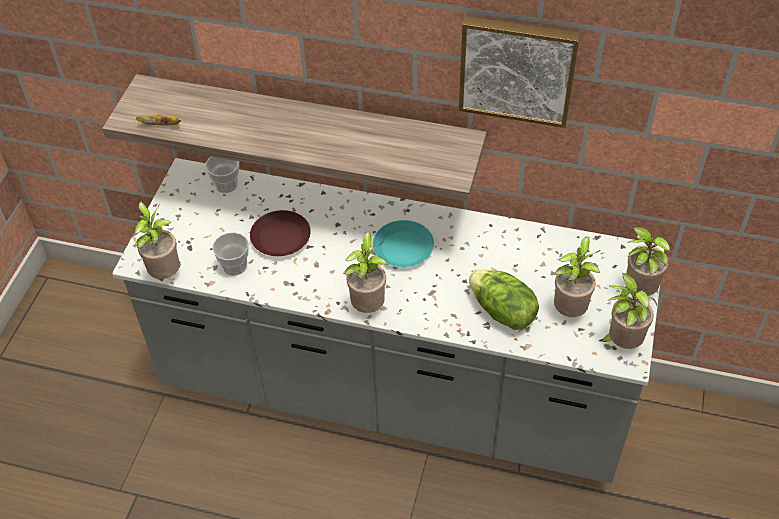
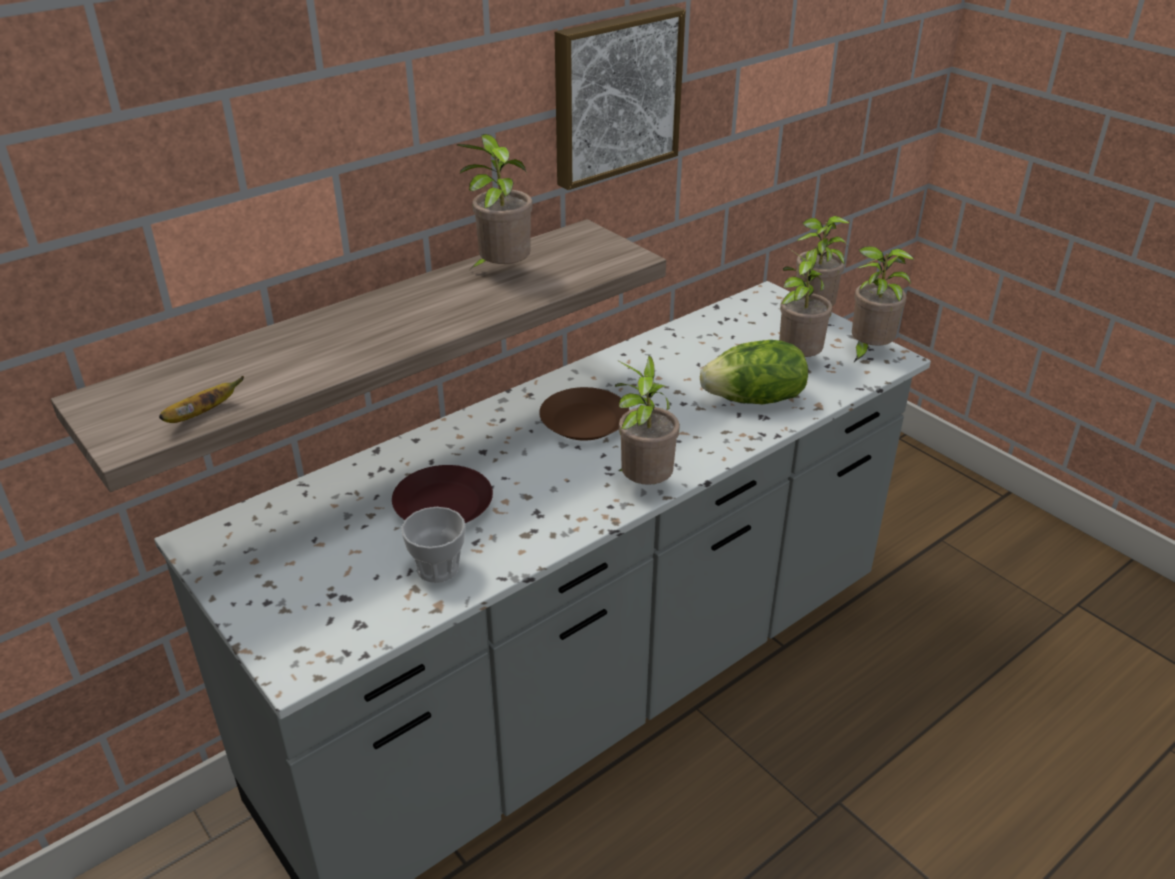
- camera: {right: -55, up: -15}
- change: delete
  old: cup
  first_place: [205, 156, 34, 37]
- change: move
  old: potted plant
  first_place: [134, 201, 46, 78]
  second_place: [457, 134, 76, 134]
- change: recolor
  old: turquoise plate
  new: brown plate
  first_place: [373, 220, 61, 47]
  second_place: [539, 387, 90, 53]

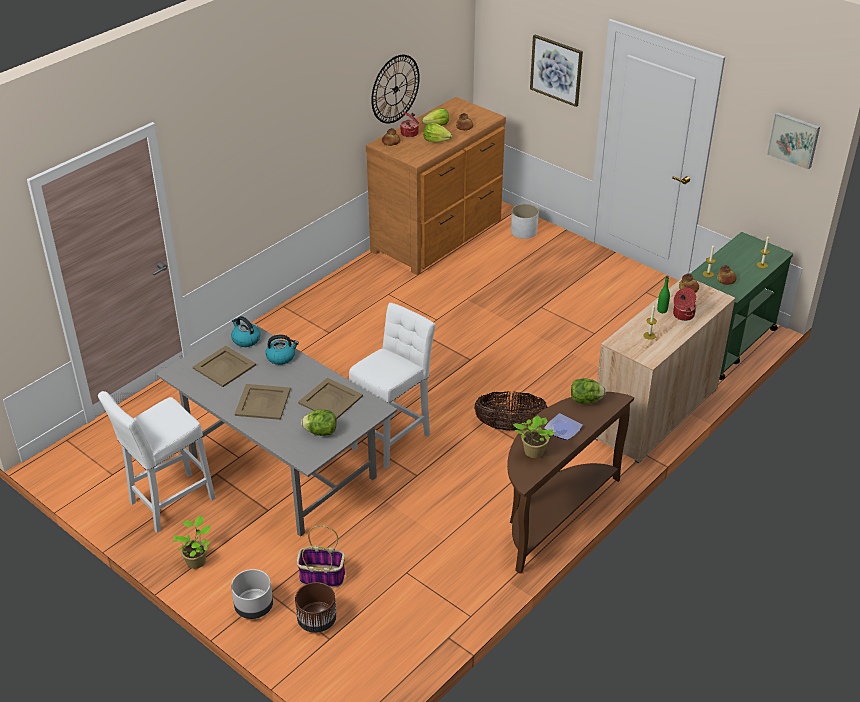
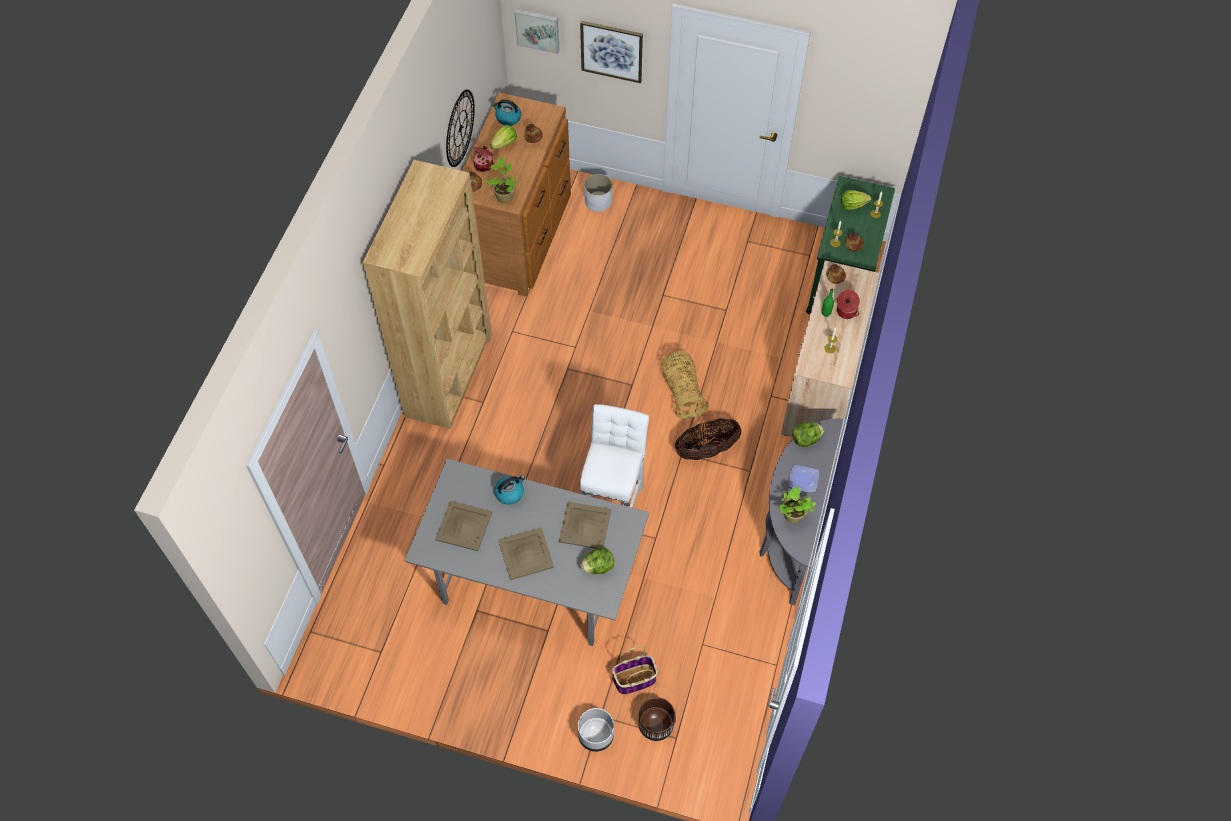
- camera: {right: -25, up: 20}
- change: delete
  old: white stool
  first_place: [98, 391, 118, 142]
- change: insert
  new: brown bookcase
  second_place: [362, 160, 130, 269]
- change: insert
  new: basket
  second_place: [661, 351, 48, 68]
- change: move
  old: potted plant
  first_place: [172, 515, 38, 54]
  second_place: [486, 157, 32, 47]
- change: move
  old: kettle
  first_place: [231, 316, 29, 31]
  second_place: [492, 99, 29, 27]
- change: move
  old: lettuce
  first_place: [424, 123, 28, 20]
  second_place: [841, 190, 30, 20]
- change: move
  old: picture
  first_place: [767, 112, 53, 58]
  second_place: [514, 9, 46, 45]
- change: recolor
  old: brown console table
  new: grey console table
  first_place: [507, 392, 127, 182]
  second_place: [759, 419, 84, 186]

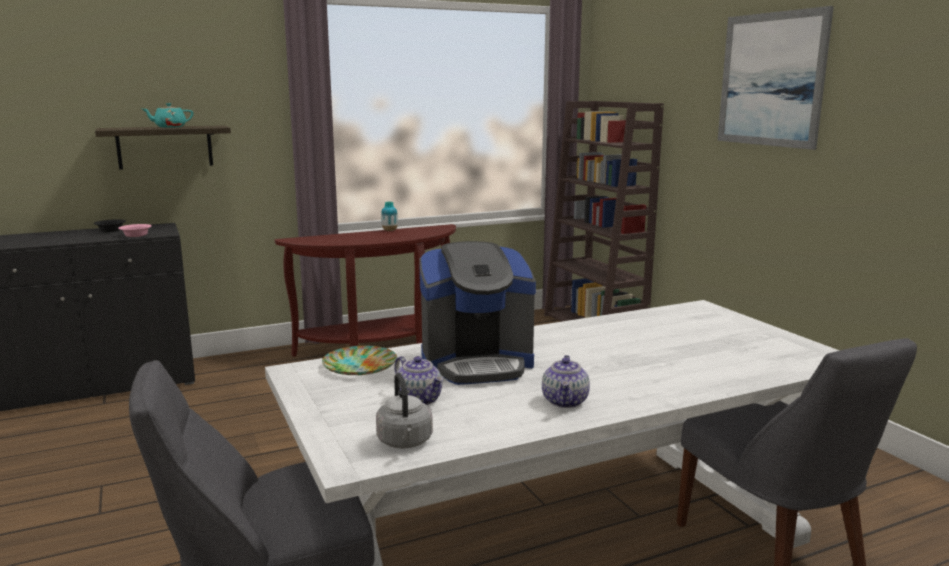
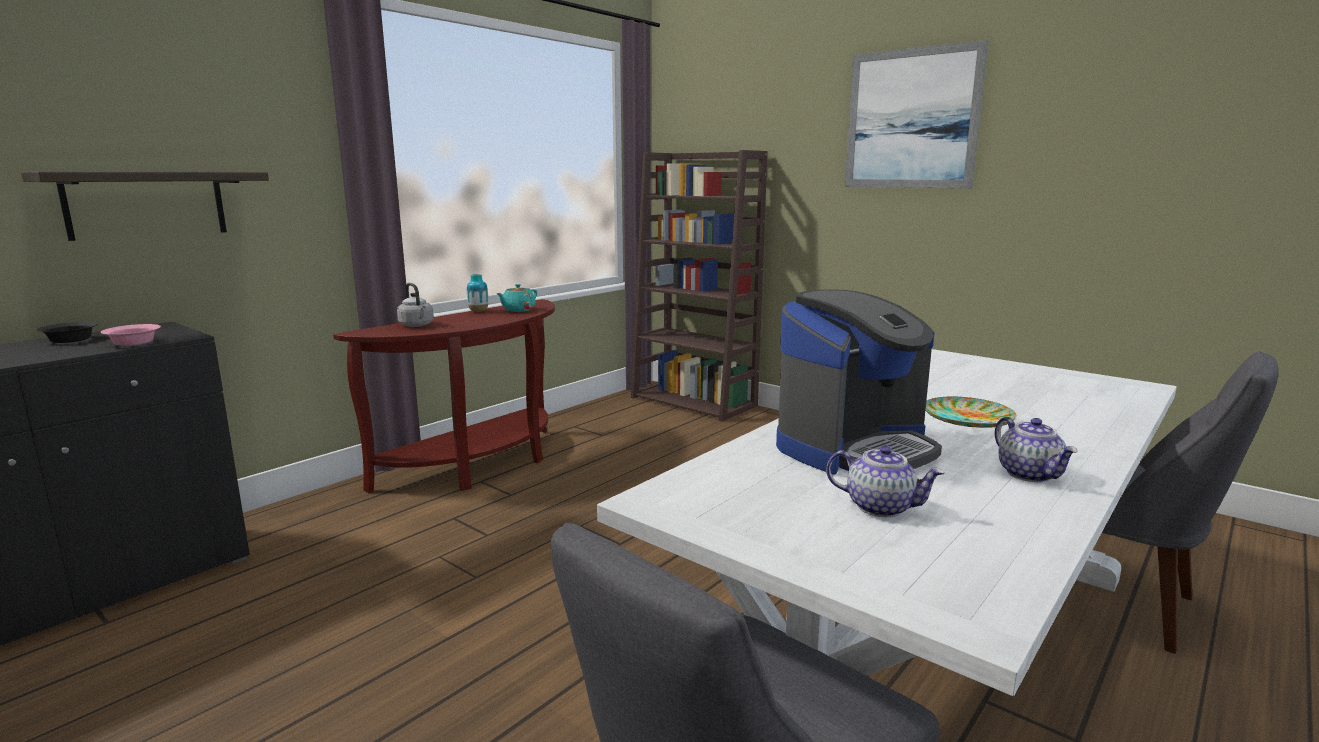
- camera: {right: -25, up: 0}
- change: move
  old: turquoise teapot
  first_place: [142, 103, 51, 25]
  second_place: [496, 284, 41, 28]
- change: move
  old: plate
  first_place: [322, 345, 75, 30]
  second_place: [925, 397, 91, 31]
- change: move
  old: grey kettle
  first_place: [376, 373, 57, 75]
  second_place: [397, 283, 37, 44]

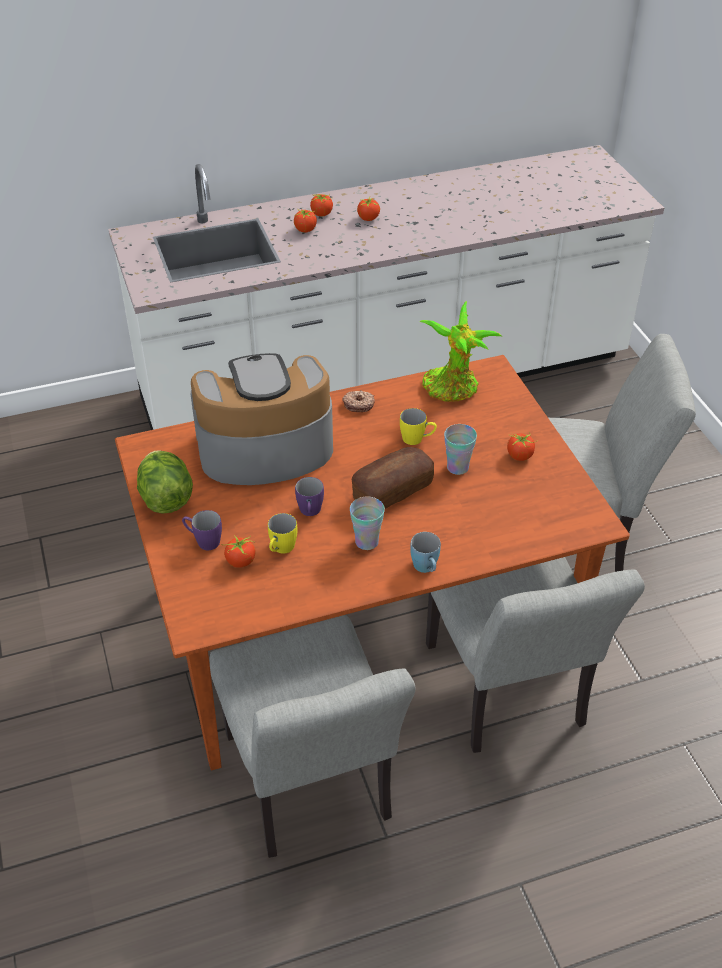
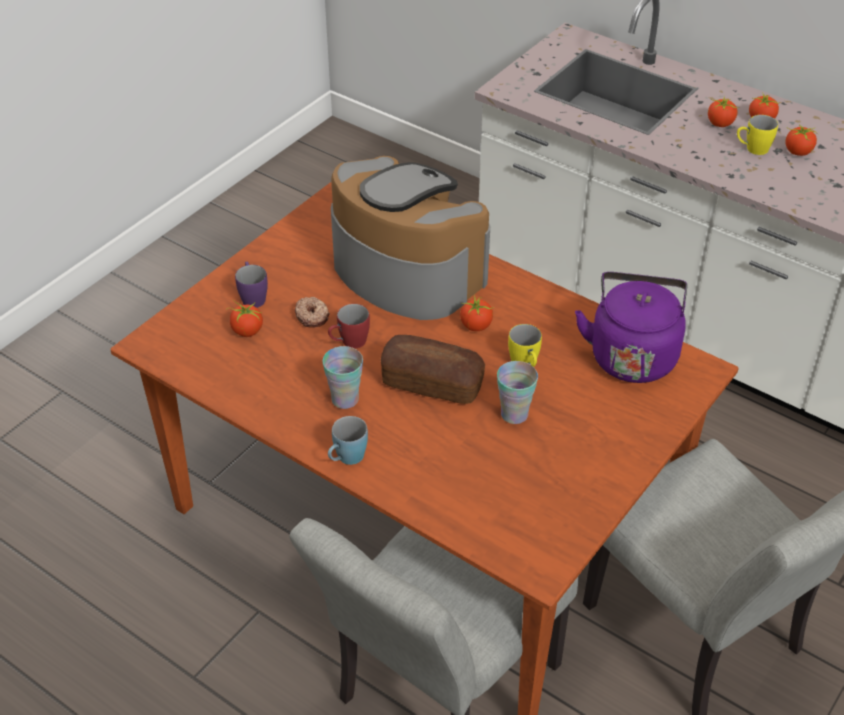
- camera: {right: 55, up: 0}
- change: delete
  old: lettuce
  first_place: [137, 450, 56, 63]
- change: delete
  old: grey chair
  first_place: [209, 615, 206, 243]
- change: move
  old: yellow mug
  first_place: [268, 513, 29, 41]
  second_place: [737, 115, 41, 40]
- change: move
  old: donut
  first_place: [342, 390, 33, 22]
  second_place: [295, 297, 35, 31]
- change: move
  old: tomato
  first_place: [507, 434, 31, 27]
  second_place: [460, 294, 34, 37]
- change: replace
  old: potted plant
  new: purple kettle
  first_place: [419, 301, 83, 101]
  second_place: [575, 272, 112, 111]
- change: recolor
  old: purple mug
  new: red mug
  first_place: [295, 477, 29, 39]
  second_place: [328, 304, 42, 44]

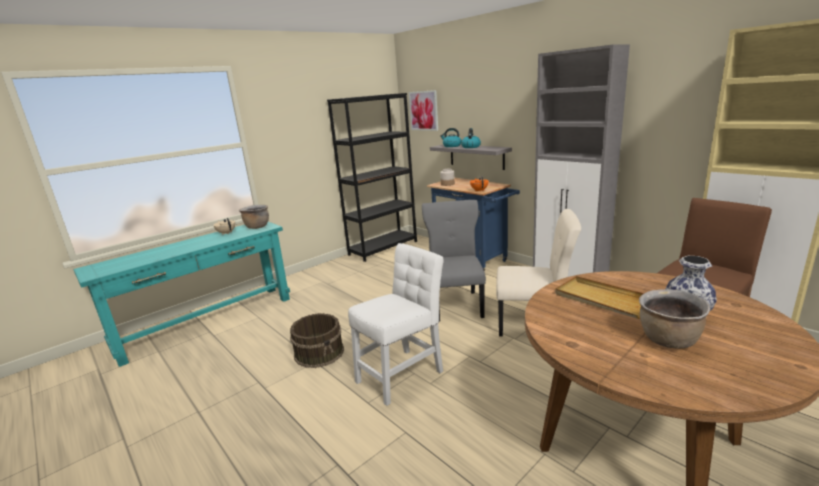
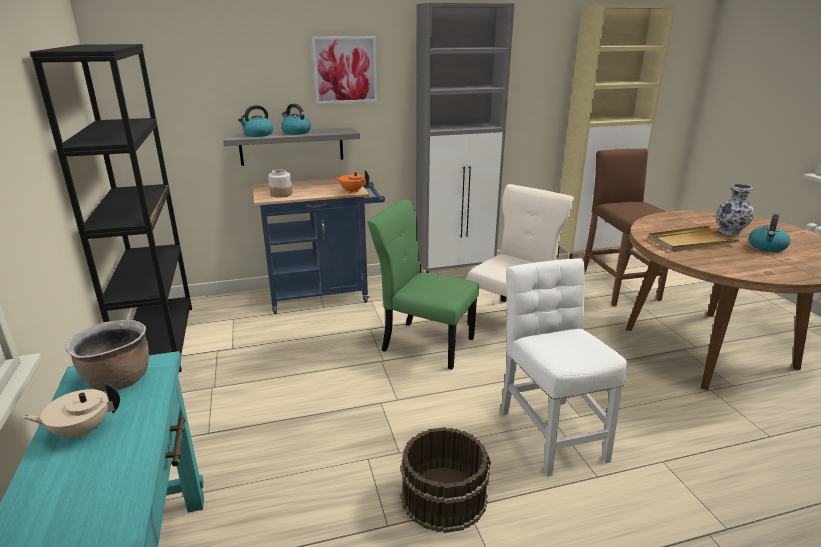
- camera: {right: -65, up: 5}
- change: move
  old: picture
  first_place: [409, 90, 29, 41]
  second_place: [312, 36, 66, 68]
- change: replace
  old: brown cooking pot
  new: kettle
  first_place: [639, 289, 71, 60]
  second_place: [749, 214, 41, 38]
- change: recolor
  old: grey chair
  new: green chair
  first_place: [422, 200, 64, 121]
  second_place: [368, 200, 111, 170]

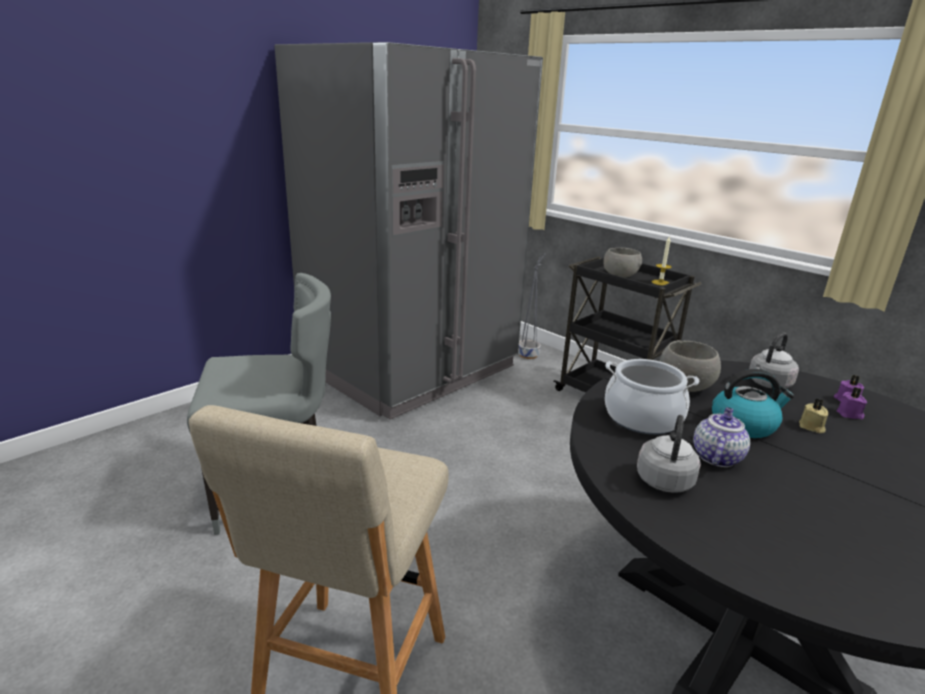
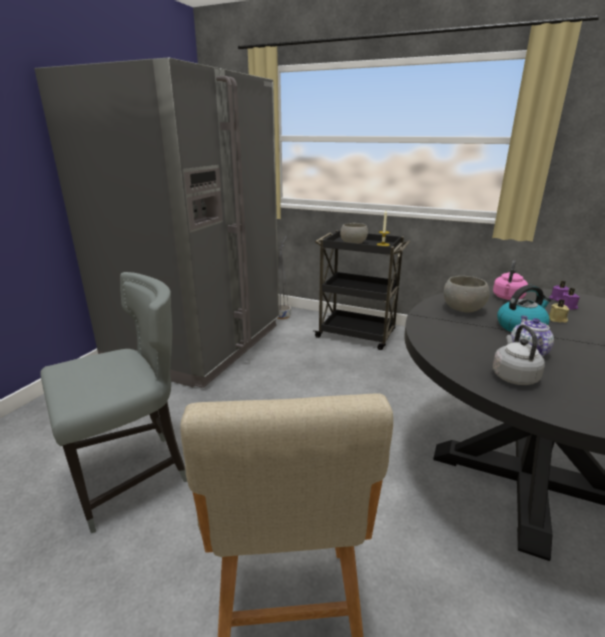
- camera: {right: -20, up: 0}
- change: delete
  old: cooking pot
  first_place: [605, 359, 94, 76]
- change: recolor
  old: grey kettle
  new: pink kettle
  first_place: [749, 333, 50, 56]
  second_place: [493, 260, 35, 40]

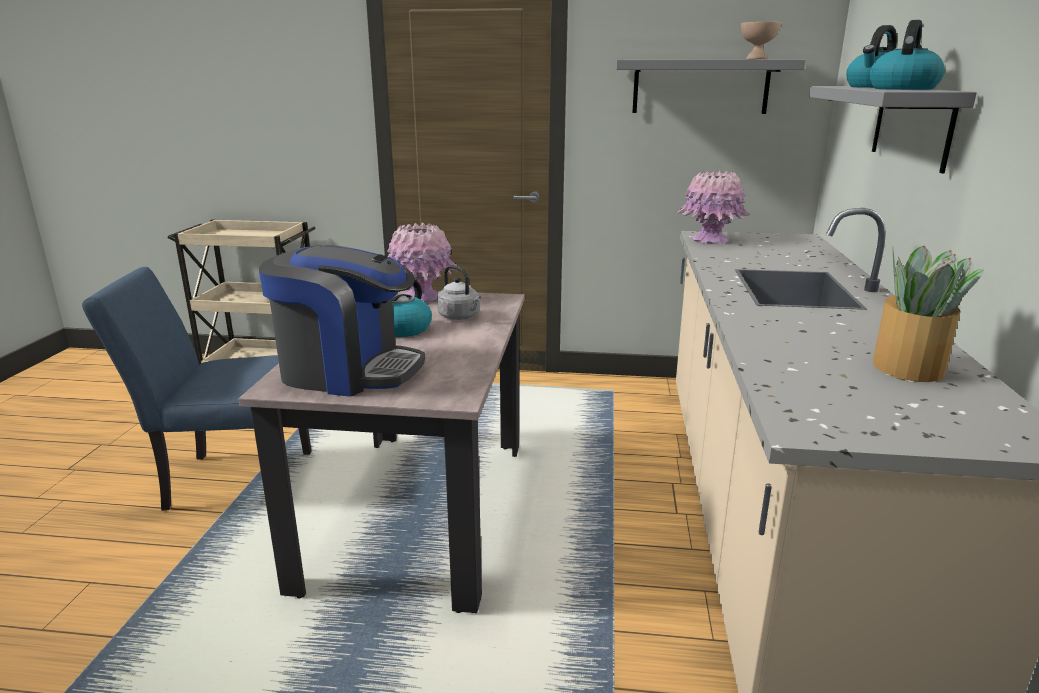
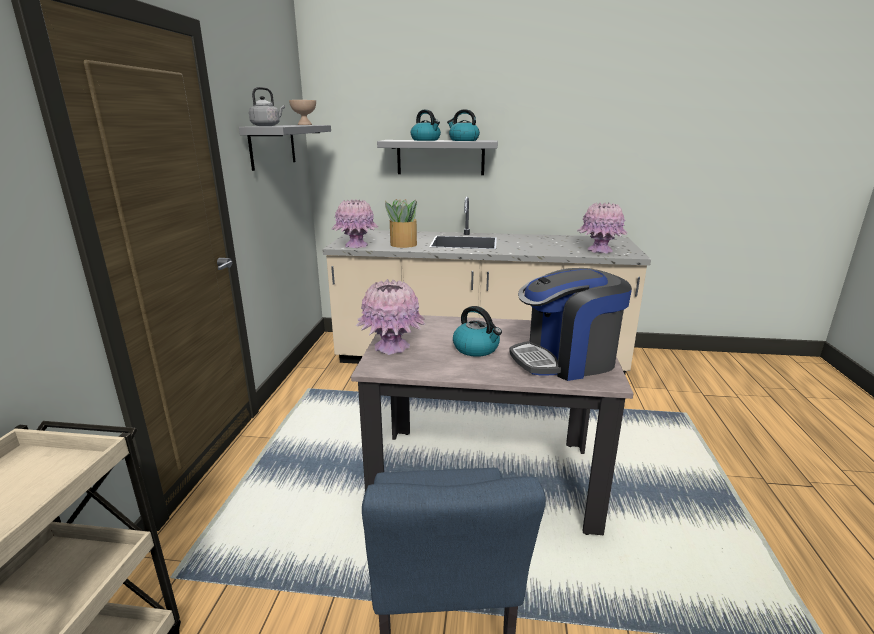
- camera: {right: -90, up: 0}
- change: insert
  new: pink vase
  second_place: [577, 202, 51, 52]
- change: move
  old: grey kettle
  first_place: [437, 265, 44, 55]
  second_place: [249, 87, 36, 39]
- change: move
  old: potted plant
  first_place: [873, 246, 111, 136]
  second_place: [385, 199, 32, 49]
- change: rotate
  old: coffee machine
  first_place: [259, 245, 166, 152]
  second_place: [509, 268, 123, 113]
  degrees: -120

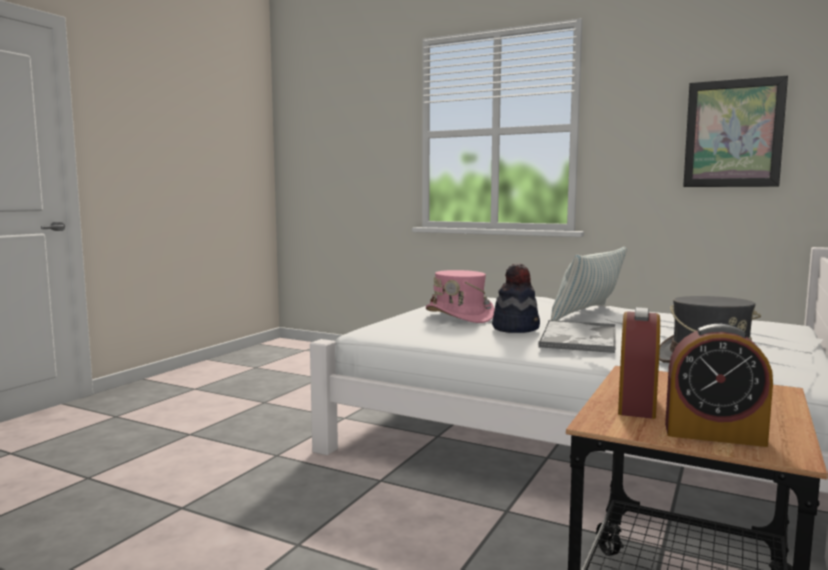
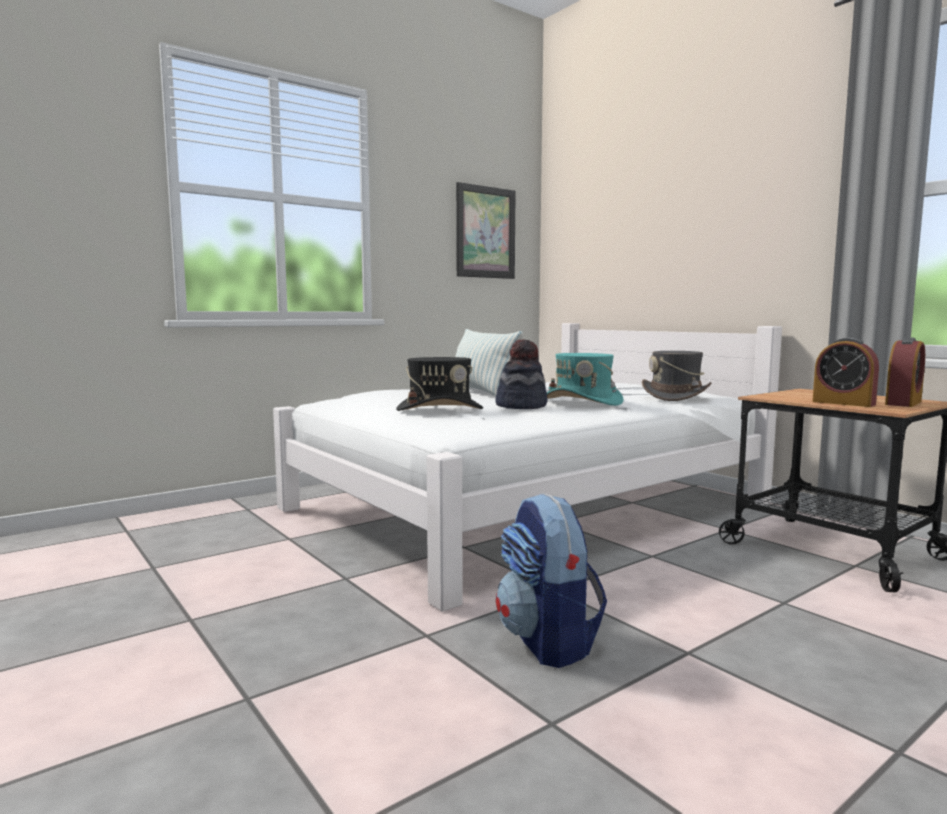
- camera: {right: -65, up: 0}
- change: insert
  new: backpack
  second_place: [496, 493, 111, 175]
- change: replace
  old: tray
  new: turquoise hat
  first_place: [538, 320, 78, 33]
  second_place: [547, 353, 76, 53]
- change: recolor
  old: pink hat
  new: black hat
  first_place: [426, 270, 69, 53]
  second_place: [396, 357, 87, 54]

